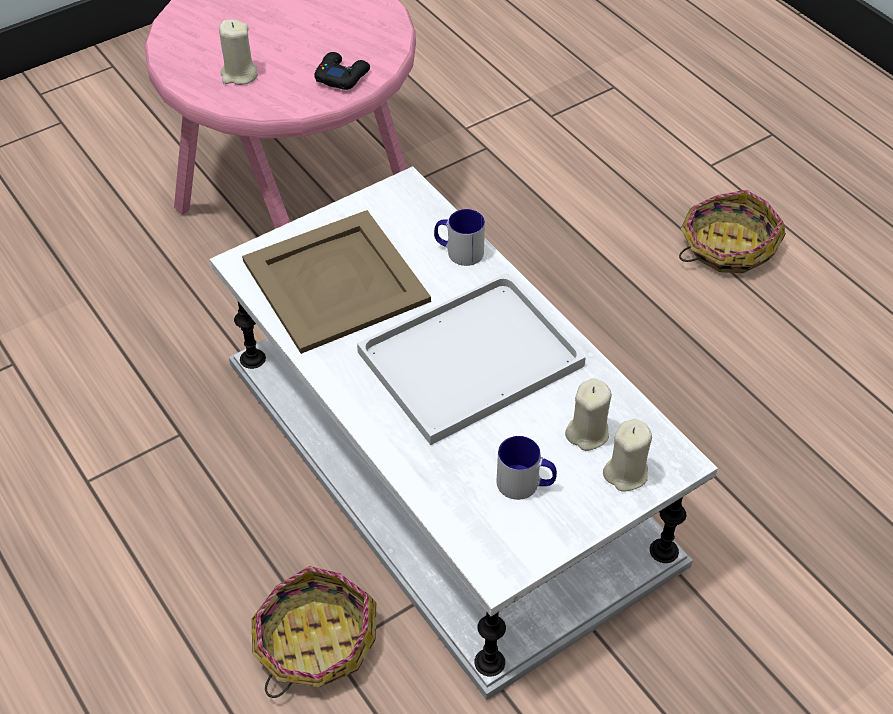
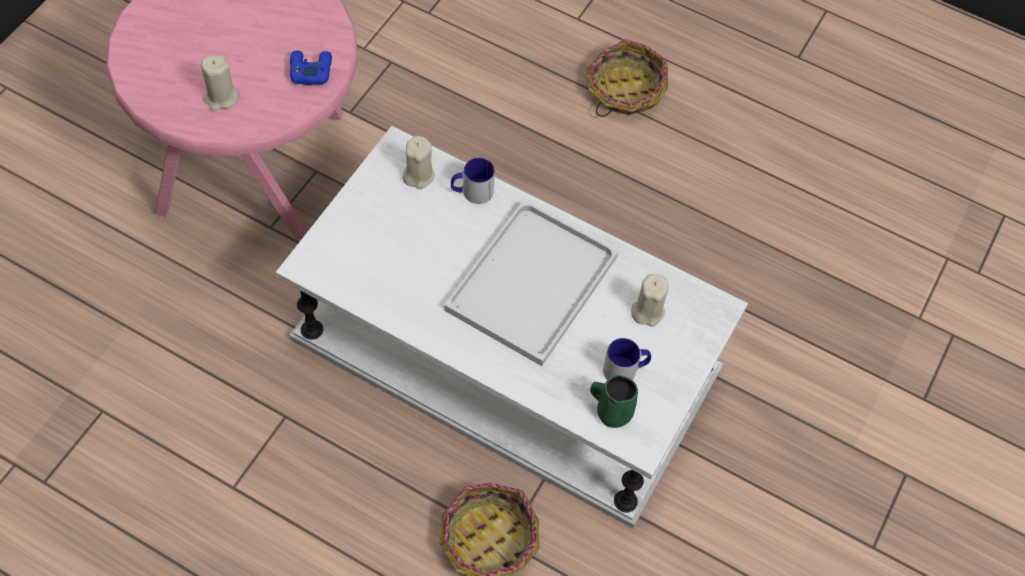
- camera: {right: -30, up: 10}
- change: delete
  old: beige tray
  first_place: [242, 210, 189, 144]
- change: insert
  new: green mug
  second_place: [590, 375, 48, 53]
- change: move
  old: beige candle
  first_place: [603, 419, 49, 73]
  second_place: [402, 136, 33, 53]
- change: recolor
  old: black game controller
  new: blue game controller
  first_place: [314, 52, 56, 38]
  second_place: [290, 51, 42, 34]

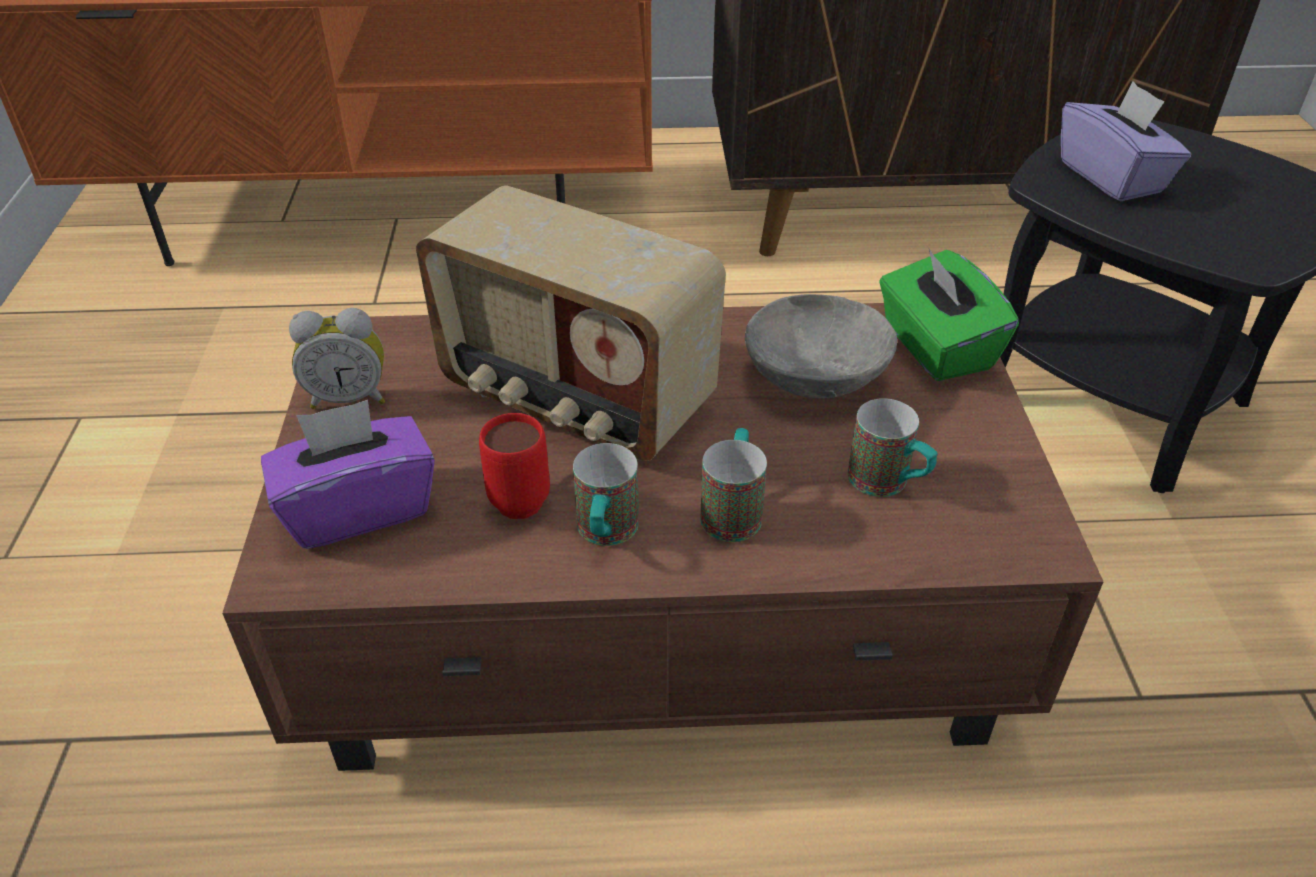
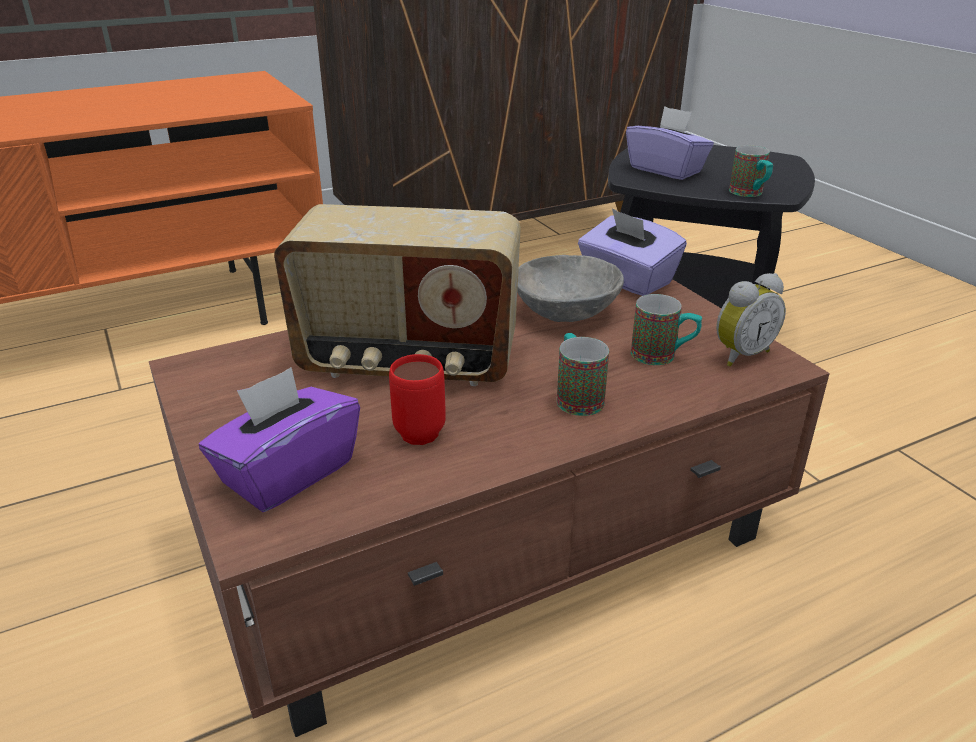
- camera: {right: -25, up: -10}
- change: move
  old: alarm clock
  first_place: [289, 308, 96, 101]
  second_place: [716, 273, 70, 94]
- change: move
  old: mug
  first_place: [573, 443, 66, 103]
  second_place: [729, 145, 44, 52]
- change: recolor
  old: green tissue box
  new: purple tissue box
  first_place: [879, 249, 140, 132]
  second_place: [578, 208, 109, 88]

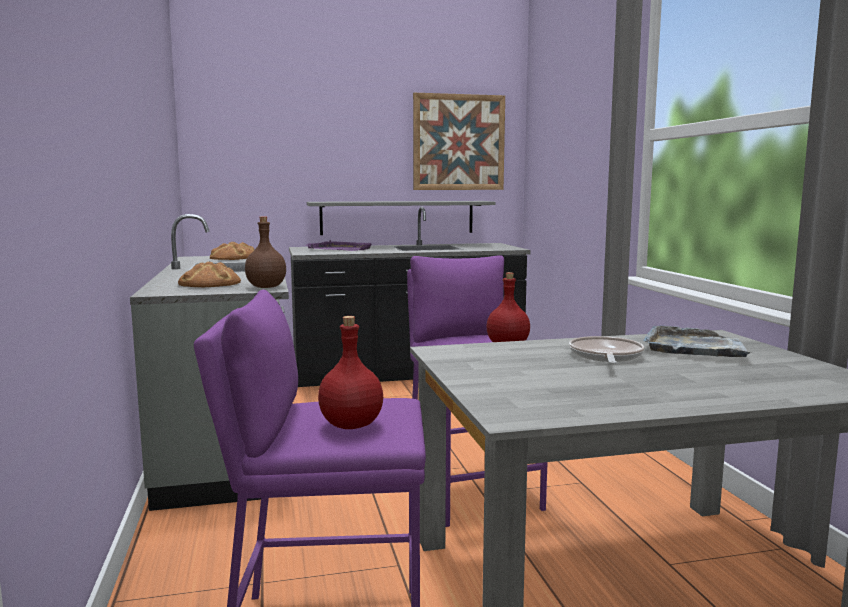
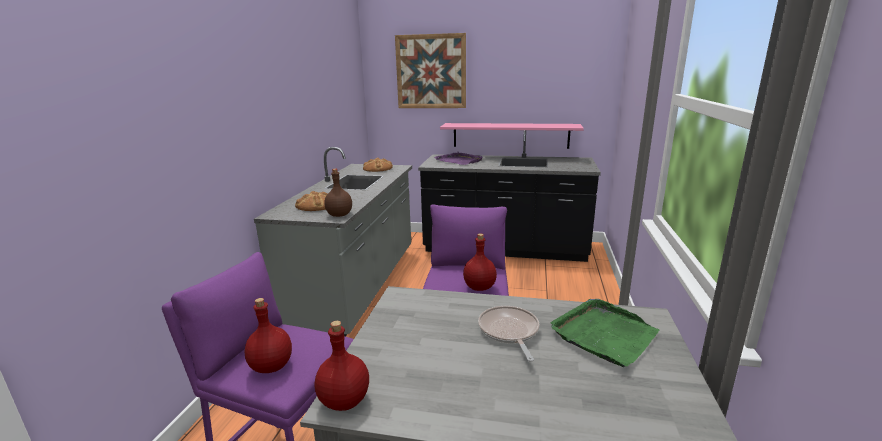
- camera: {right: 25, up: 10}
- change: insert
  new: red bottle
  second_place: [315, 321, 54, 90]
- change: move
  old: picture
  first_place: [413, 93, 92, 97]
  second_place: [395, 33, 71, 75]
- change: recolor
  old: grey shelf
  new: pink shelf
  first_place: [307, 201, 189, 34]
  second_place: [440, 123, 144, 26]
- change: recolor
  old: grey tray
  new: green tray
  first_place: [643, 325, 108, 32]
  second_place: [551, 299, 108, 68]
- change: rotate
  old: frying pan
  first_place: [569, 336, 75, 28]
  second_place: [478, 306, 61, 56]
  degrees: -45

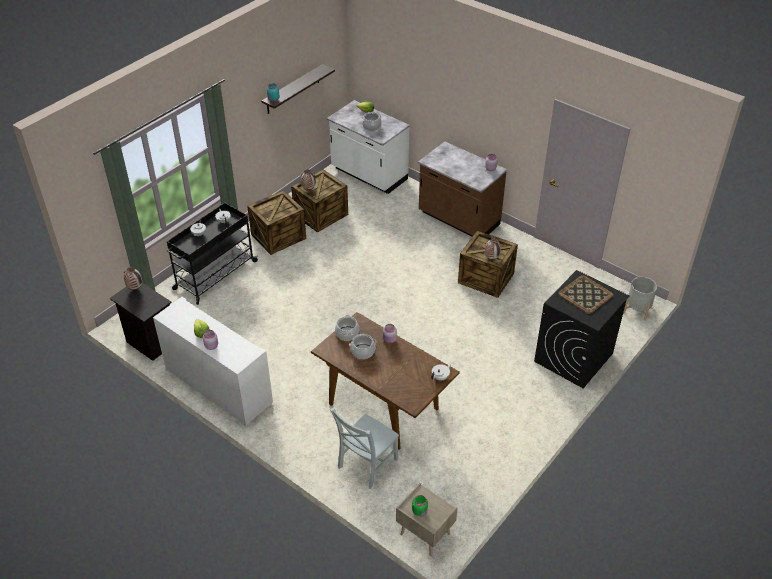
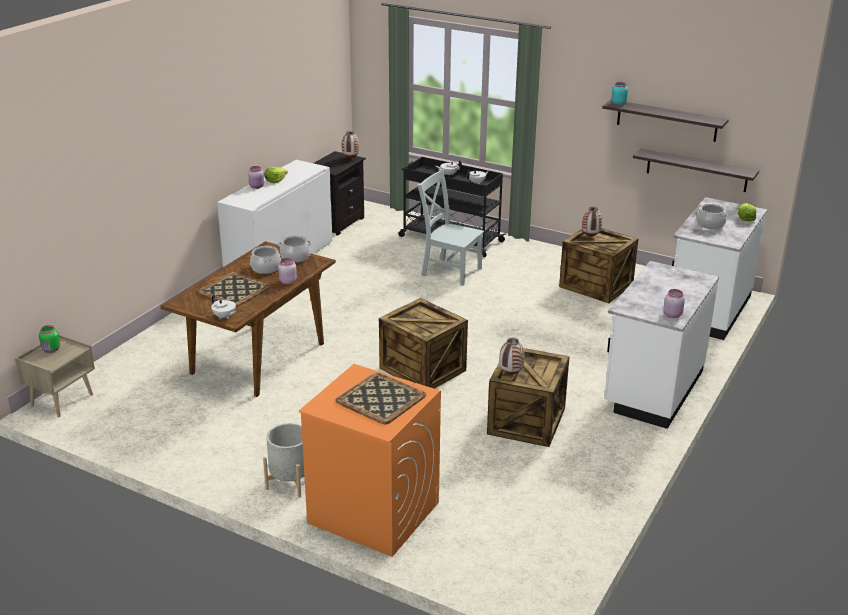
- camera: {right: 80, up: -15}
- change: insert
  new: tray
  second_place: [197, 272, 74, 35]
- change: insert
  new: shelf
  second_place: [633, 148, 126, 44]
- change: move
  old: crate
  first_place: [247, 190, 59, 65]
  second_place: [379, 298, 89, 91]
- change: move
  old: grey chair
  first_place: [330, 408, 69, 81]
  second_place: [417, 169, 67, 117]
- change: move
  old: grey planter
  first_place: [623, 277, 34, 44]
  second_place: [263, 423, 41, 74]
- change: recolor
  old: brown counter
  new: white counter
  first_place: [418, 142, 89, 95]
  second_place: [604, 261, 115, 168]
- change: recolor
  old: black washing machine
  new: orange washing machine
  first_place: [534, 270, 96, 118]
  second_place: [299, 364, 142, 193]

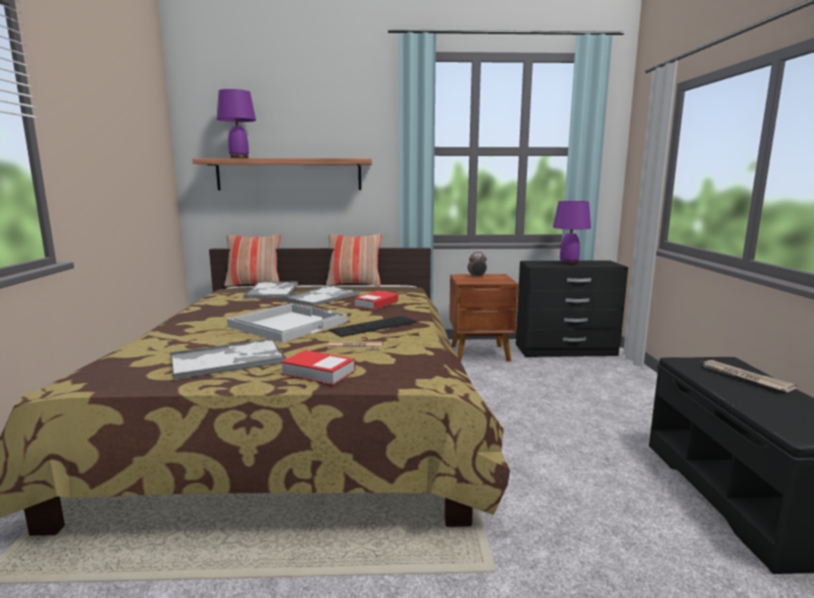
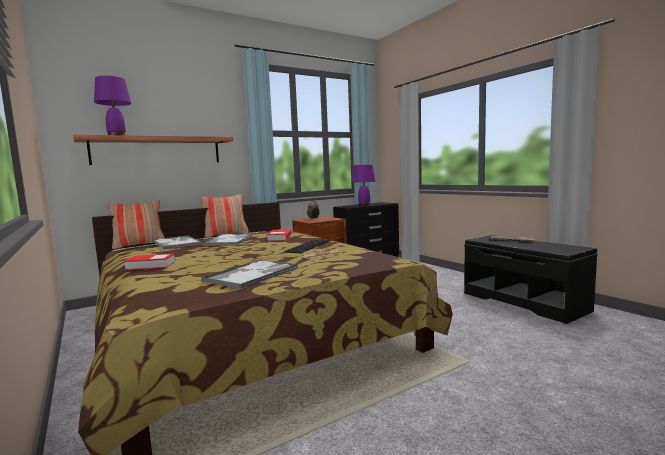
- camera: {right: -30, up: -5}
- change: delete
  old: white tray
  first_place: [227, 303, 120, 39]
- change: move
  old: book
  first_place: [281, 350, 74, 35]
  second_place: [124, 254, 51, 16]

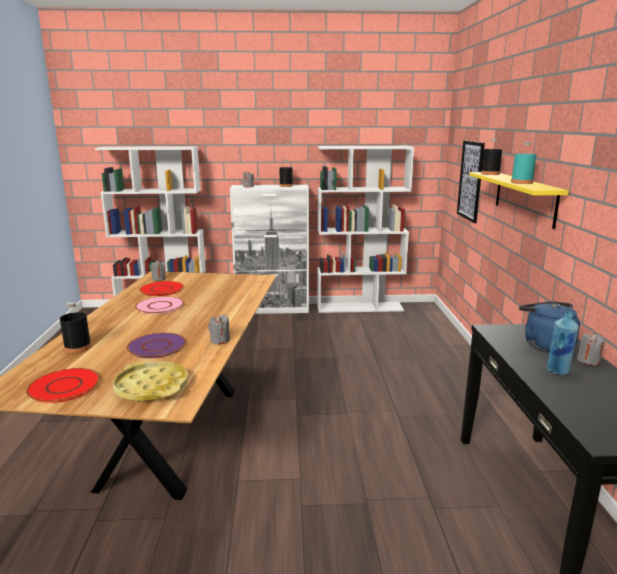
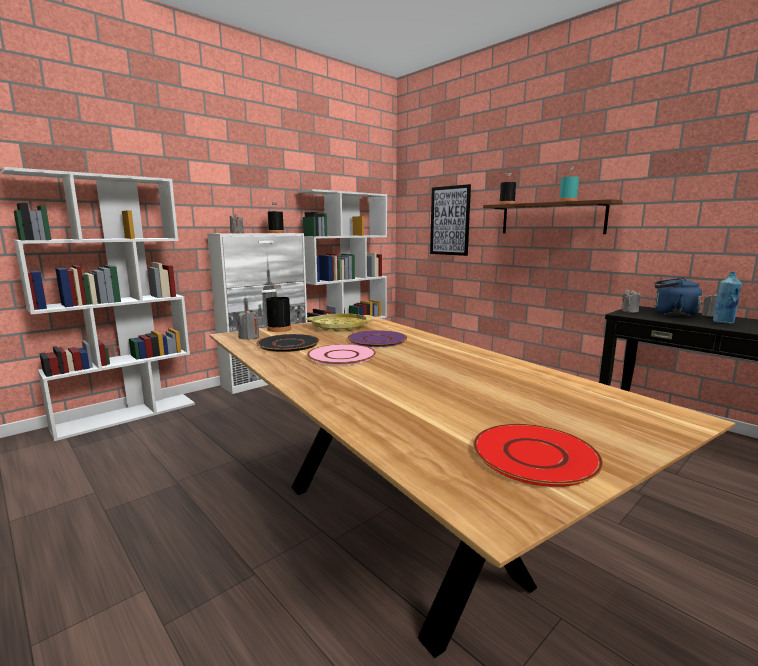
- camera: {right: -40, up: -5}
- change: move
  old: black bottle
  first_place: [60, 302, 31, 51]
  second_place: [266, 284, 25, 48]
- change: move
  old: yellow tray
  first_place: [113, 361, 75, 41]
  second_place: [307, 313, 66, 19]
- change: move
  old: purple plate
  first_place: [127, 333, 59, 25]
  second_place: [348, 330, 59, 17]
- change: move
  old: grey candle
  first_place: [208, 315, 22, 30]
  second_place: [621, 289, 19, 23]
- change: recolor
  old: red plate
  new: black plate
  first_place: [139, 281, 45, 15]
  second_place: [256, 334, 64, 18]
- change: recolor
  old: yellow shelf
  new: brown shelf
  first_place: [469, 172, 100, 57]
  second_place: [483, 199, 140, 35]

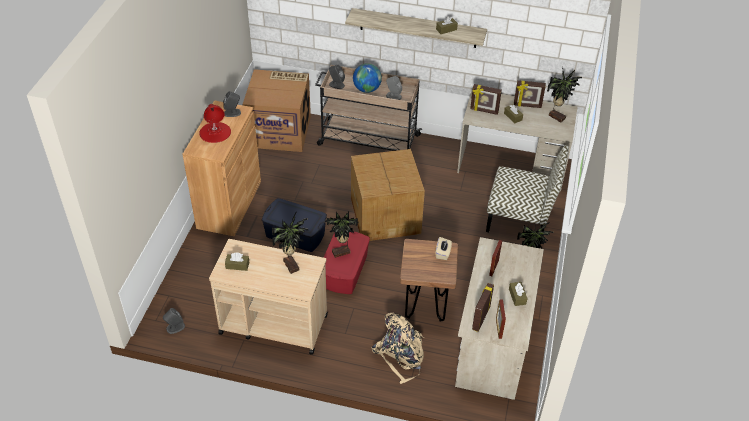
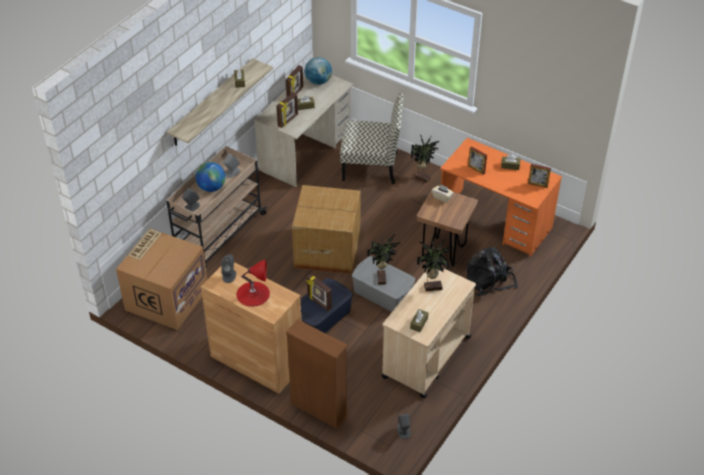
- camera: {right: -70, up: 0}
- change: insert
  new: brown bookcase
  second_place: [286, 319, 62, 110]
- change: move
  old: picture frame
  first_place: [472, 283, 22, 49]
  second_place: [306, 274, 26, 37]
- change: replace
  old: potted plant
  new: globe
  first_place: [547, 67, 35, 55]
  second_place: [305, 57, 27, 28]
- change: recolor
  old: red storage box
  new: grey storage box
  first_place: [323, 232, 47, 62]
  second_place: [352, 256, 63, 56]
- change: recolor
  old: beige backpack
  new: black backpack
  first_place: [372, 313, 52, 71]
  second_place: [466, 247, 52, 49]
- change: recolor
  old: beige desk
  new: orange desk
  first_place: [455, 237, 89, 163]
  second_place: [440, 138, 122, 119]
- change: rotate
  old: chair
  first_place: [486, 145, 83, 99]
  second_place: [340, 93, 64, 91]
  degrees: 60

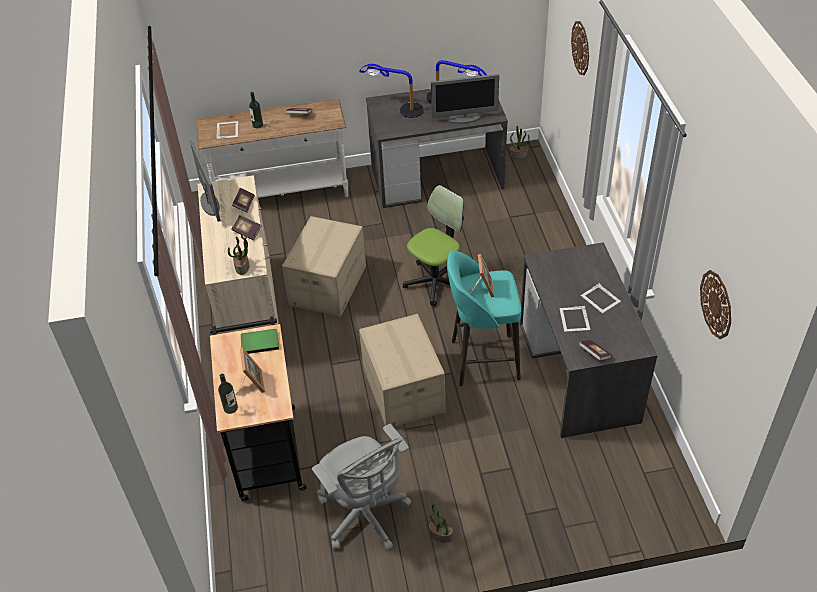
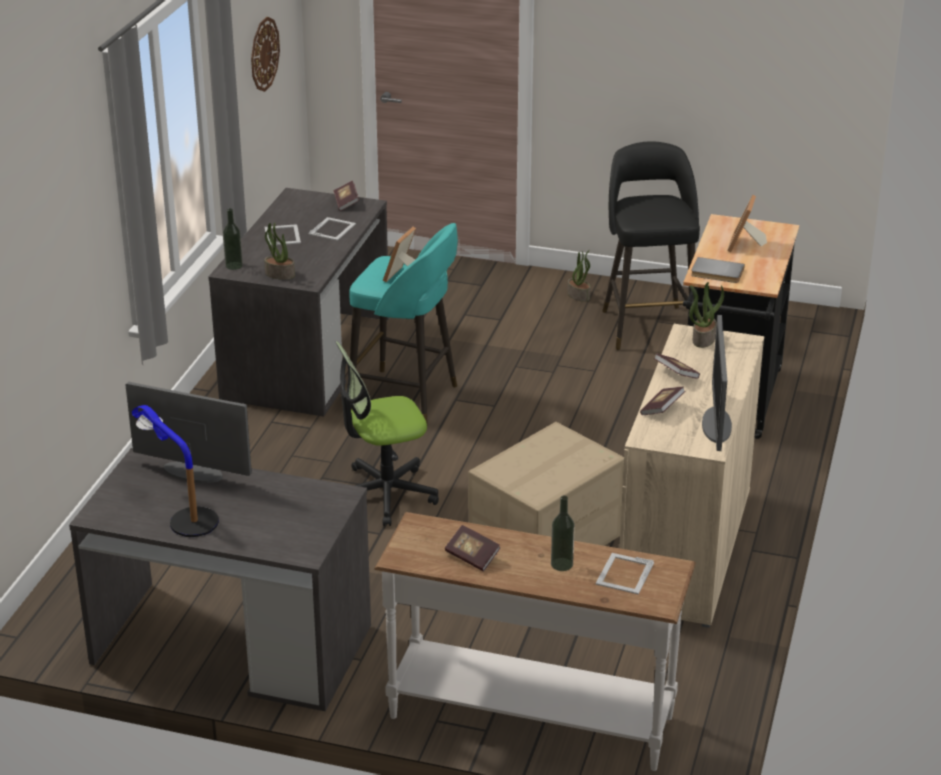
- camera: {right: -155, up: -15}
- change: delete
  old: cardboard box
  first_place: [359, 314, 87, 113]
- change: delete
  old: table lamp
  first_place: [360, 64, 64, 54]
- change: delete
  old: wall clock
  first_place: [571, 21, 18, 54]
- change: move
  old: bottle
  first_place: [218, 374, 20, 40]
  second_place: [223, 208, 20, 62]
- change: move
  old: potted plant
  first_place: [510, 126, 20, 33]
  second_place: [264, 223, 31, 57]
- change: replace
  old: grey office chair
  new: black stool
  first_place: [312, 424, 99, 126]
  second_place: [602, 141, 98, 209]
- change: recolor
  old: green book
  new: grey book
  first_place: [241, 329, 38, 25]
  second_place: [691, 257, 54, 26]

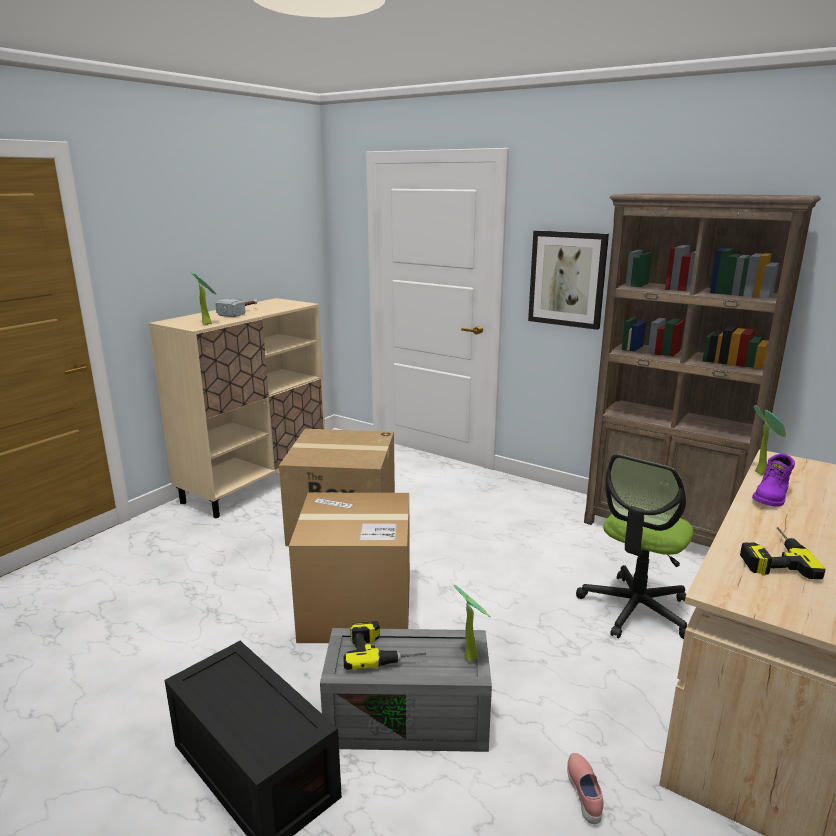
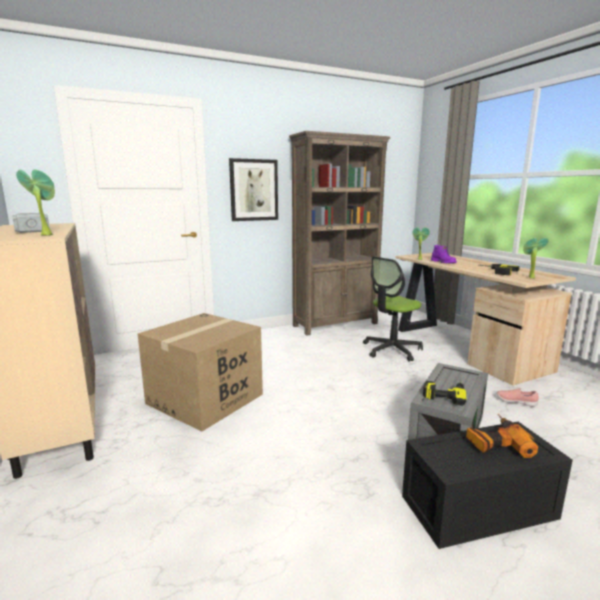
- camera: {right: -60, up: -5}
- change: delete
  old: cardboard box
  first_place: [289, 493, 121, 150]
- change: insert
  new: power drill
  second_place: [466, 414, 72, 44]
- change: move
  old: potted plant
  first_place: [453, 585, 38, 77]
  second_place: [523, 238, 25, 40]
- change: rotate
  old: office chair
  first_place: [576, 454, 118, 185]
  second_place: [363, 256, 60, 106]
  degrees: 75

